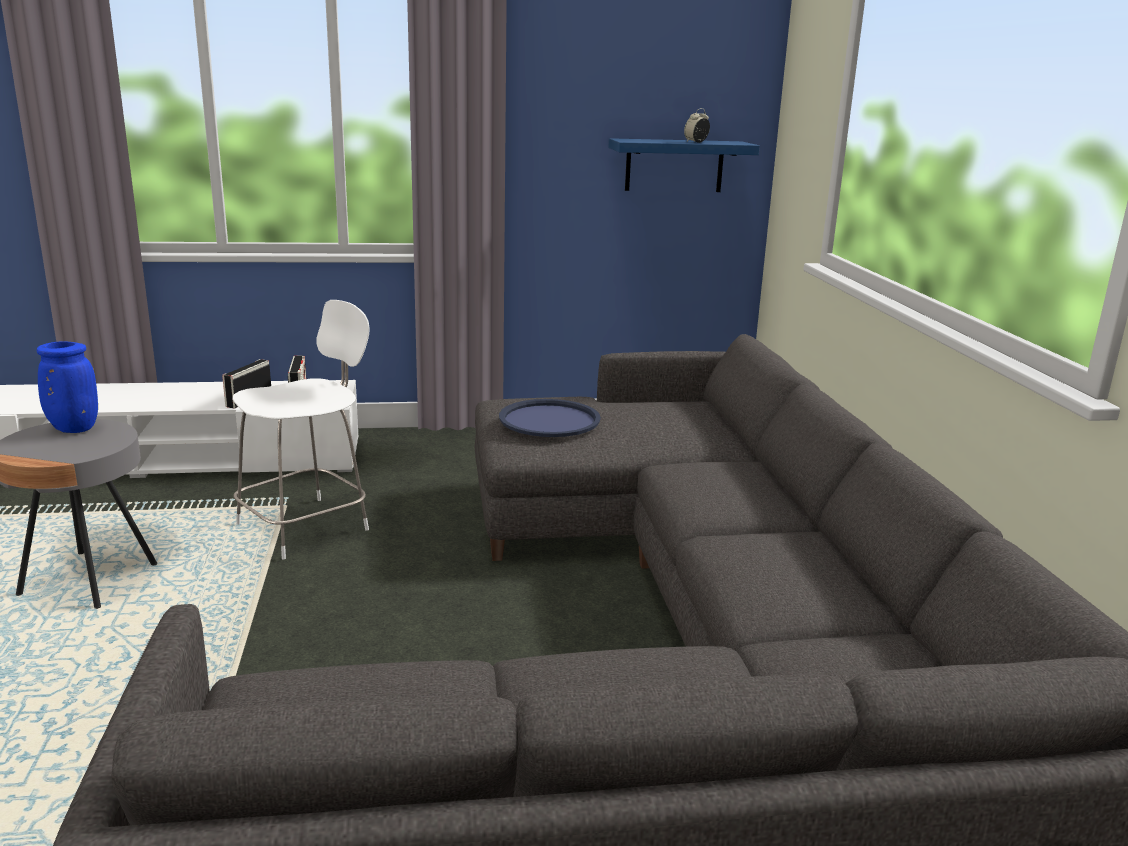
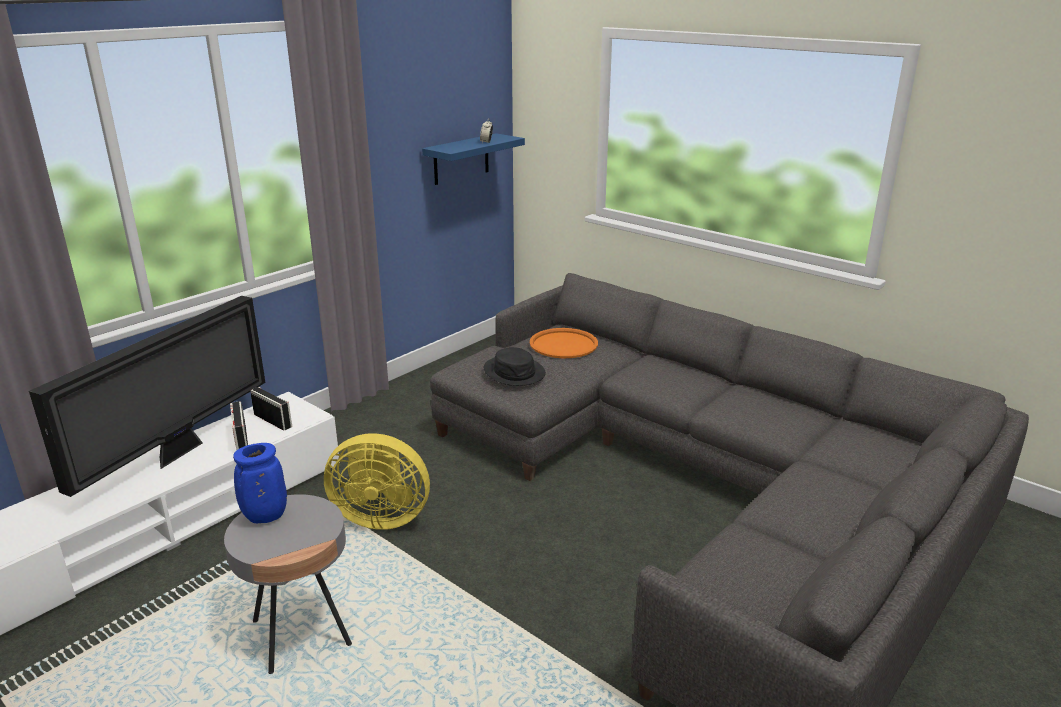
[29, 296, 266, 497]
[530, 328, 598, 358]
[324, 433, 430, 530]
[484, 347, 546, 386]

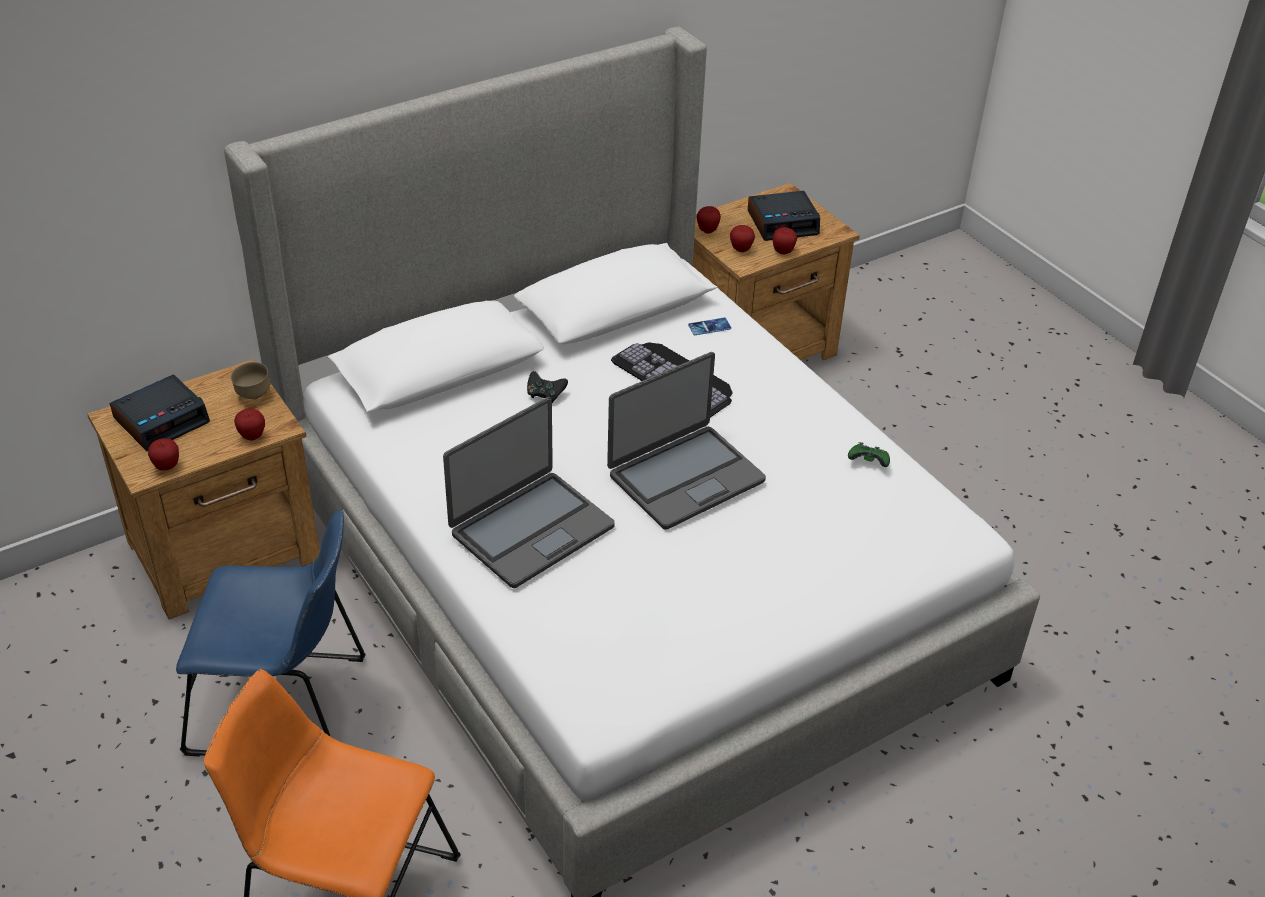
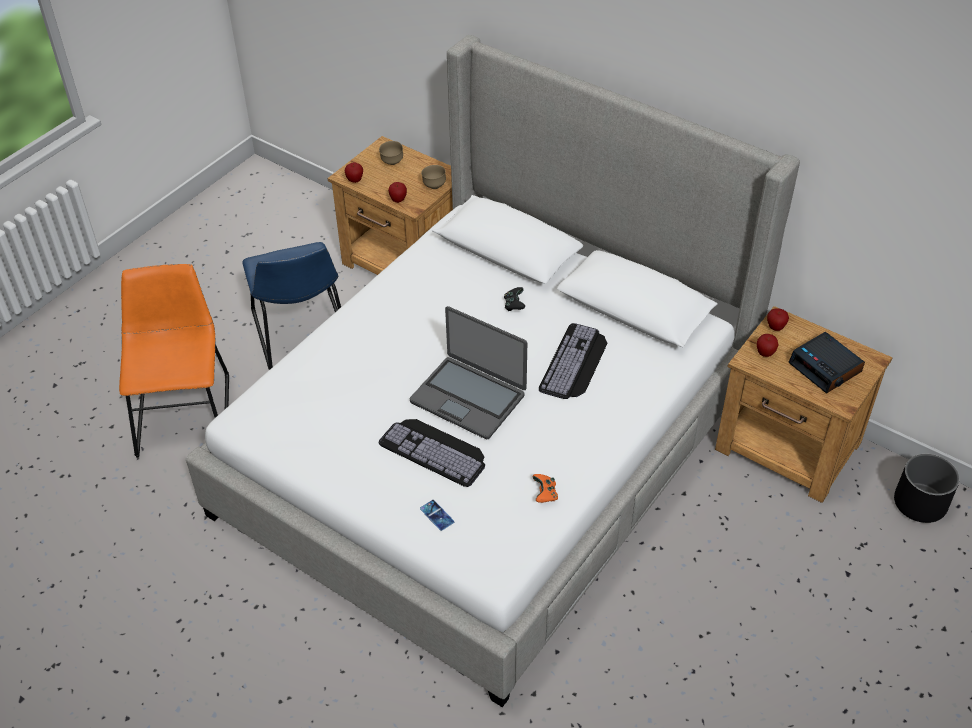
[443, 397, 615, 588] (first image)
[772, 227, 797, 254] (first image)
[378, 419, 485, 487]
[894, 454, 960, 523]
[420, 500, 454, 531]
[379, 141, 403, 165]
[532, 474, 558, 503]

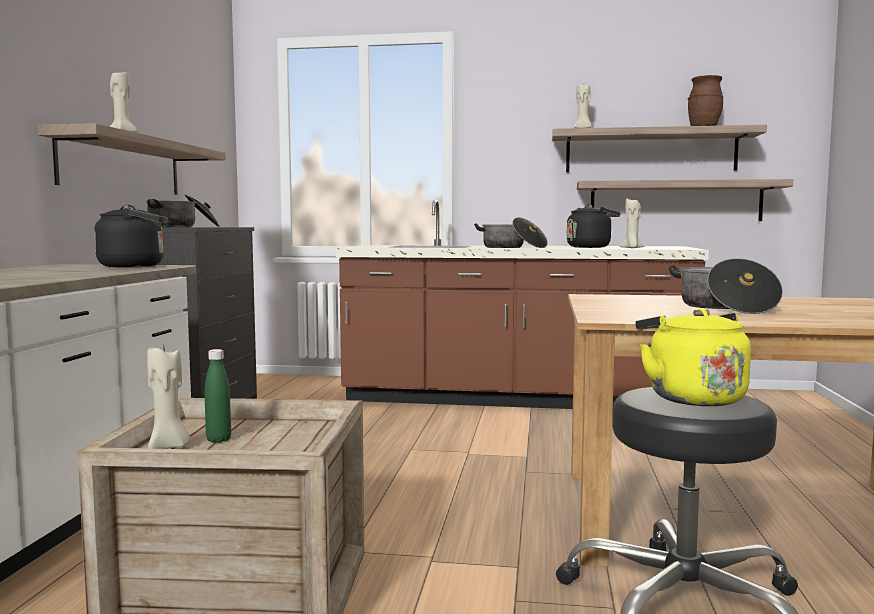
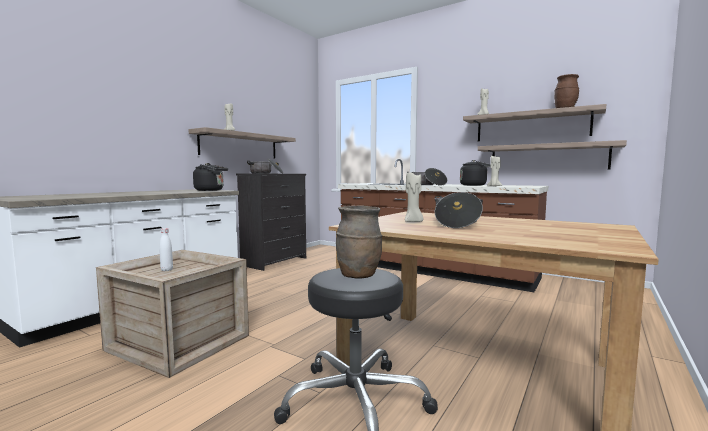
[405, 173, 424, 222]
[336, 205, 382, 278]
[159, 228, 173, 271]

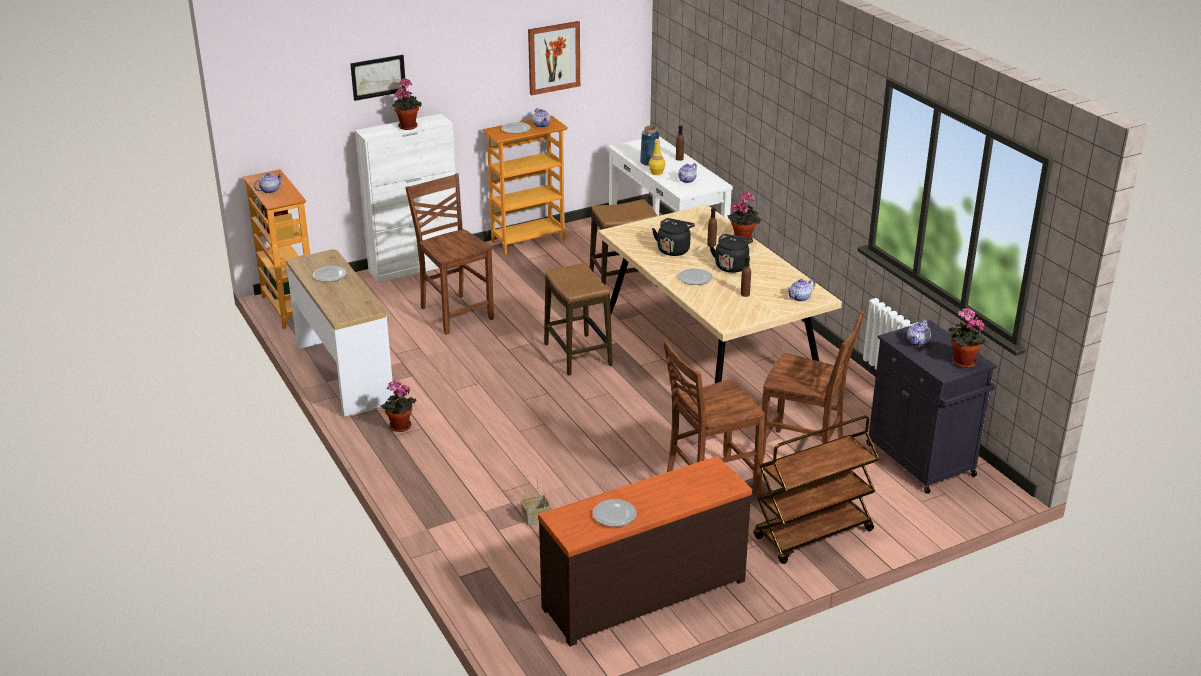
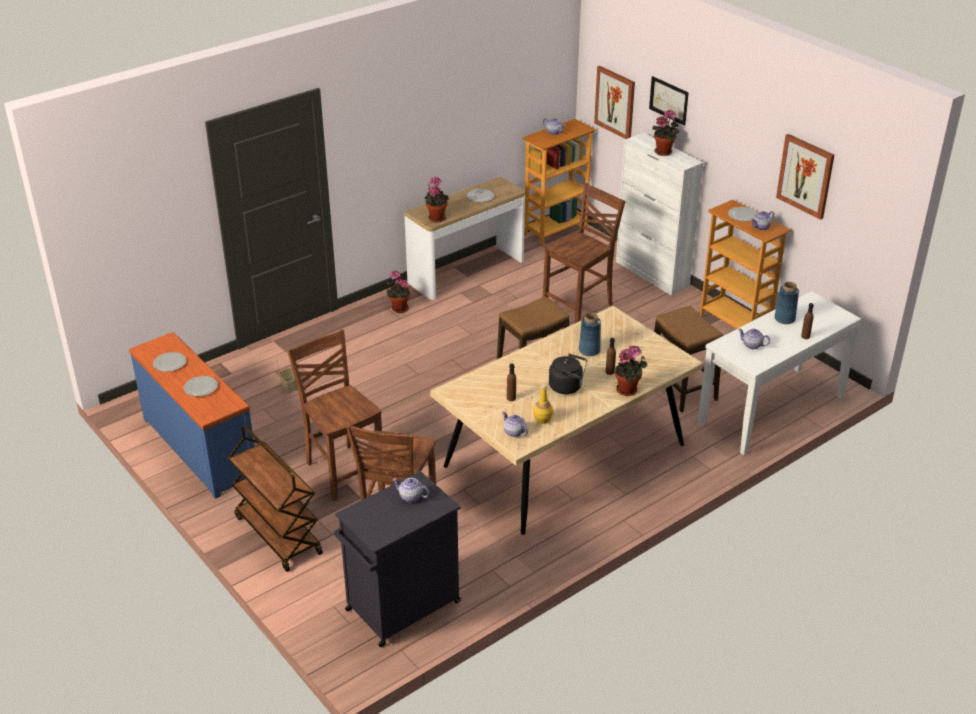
[594, 66, 635, 139]
[533, 384, 553, 424]
[184, 376, 218, 397]
[424, 177, 449, 222]
[579, 313, 601, 356]
[129, 332, 254, 499]

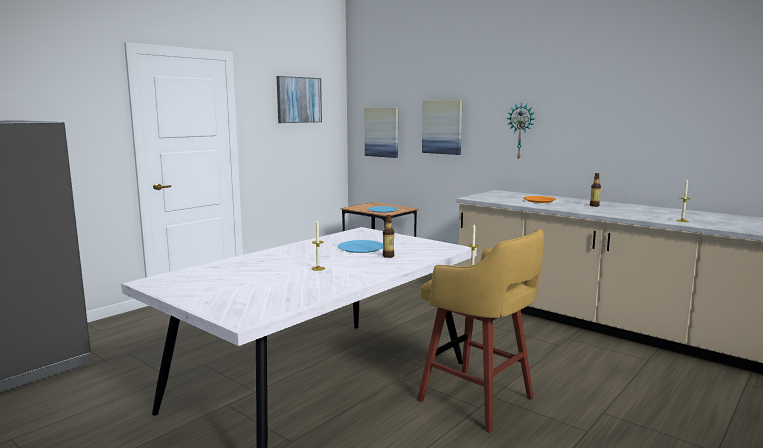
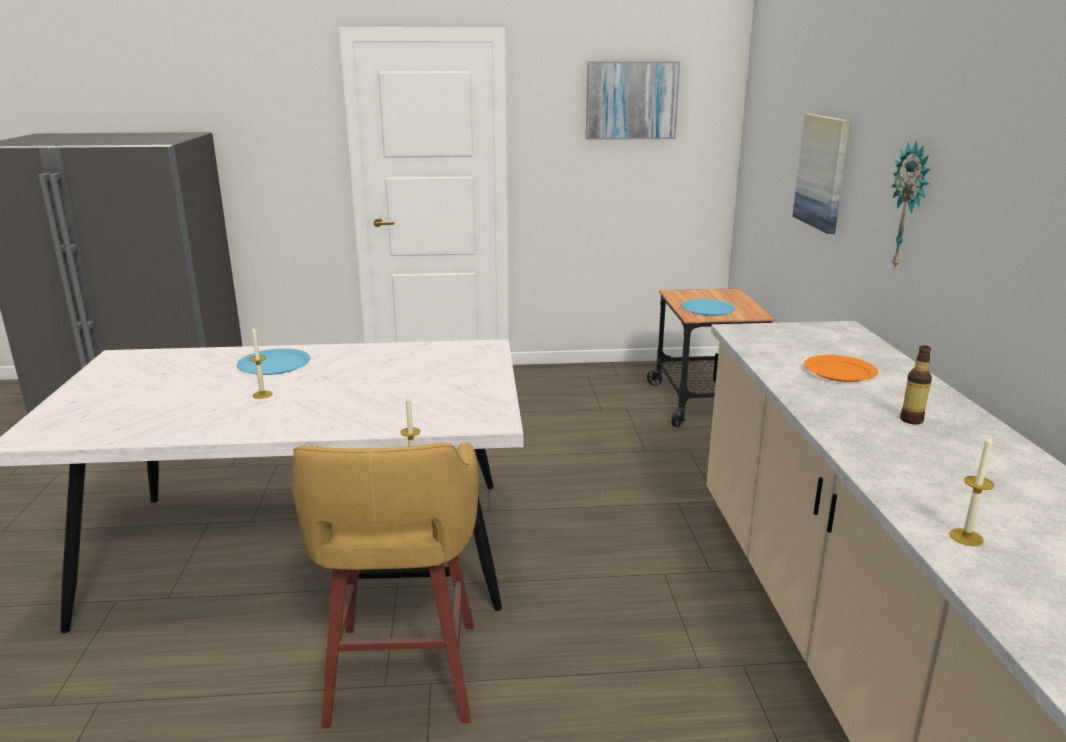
[365, 108, 398, 158] (first image)
[383, 215, 394, 258] (first image)
[237, 348, 310, 375]

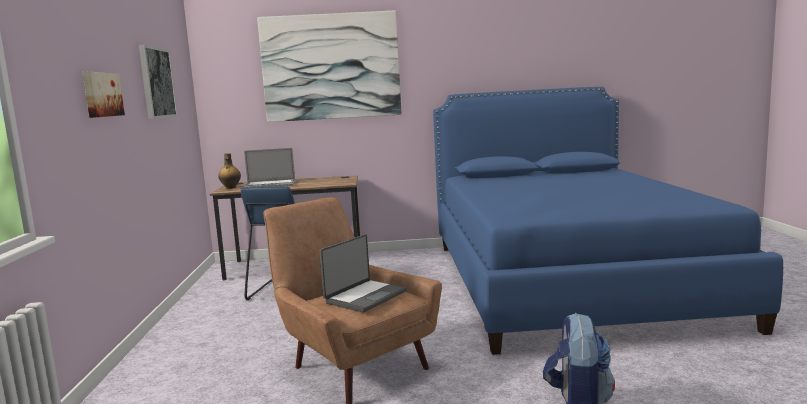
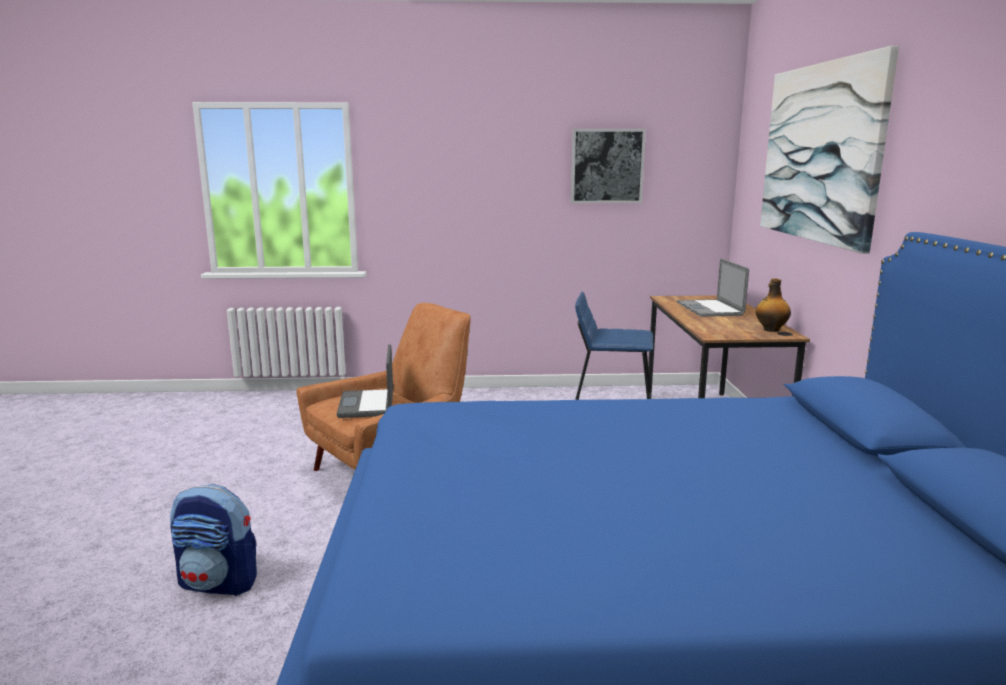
[83, 72, 125, 118] (first image)
[756, 278, 791, 332]
[336, 344, 393, 418]

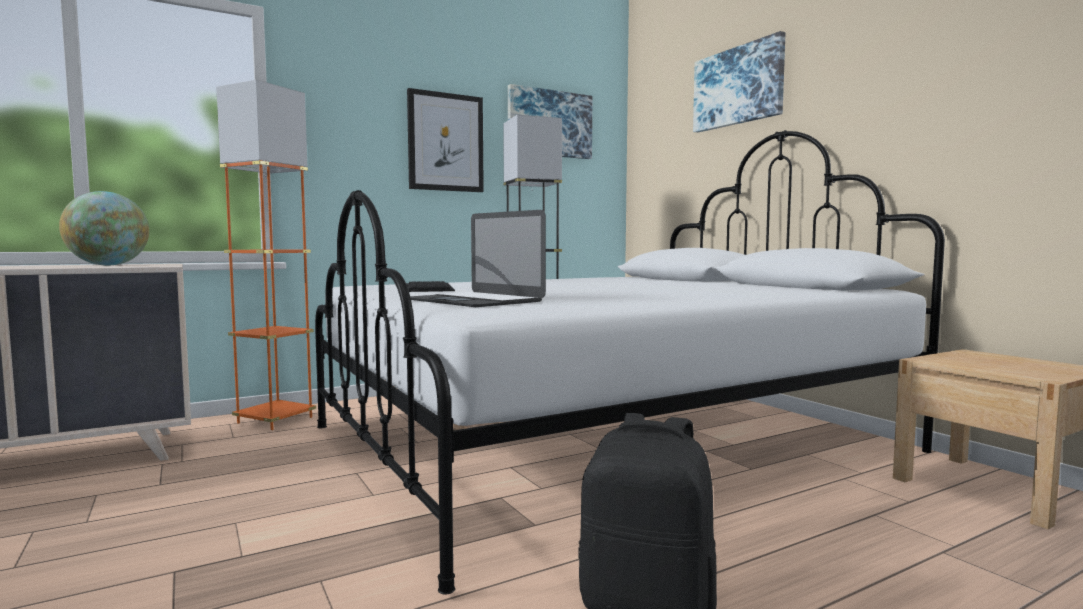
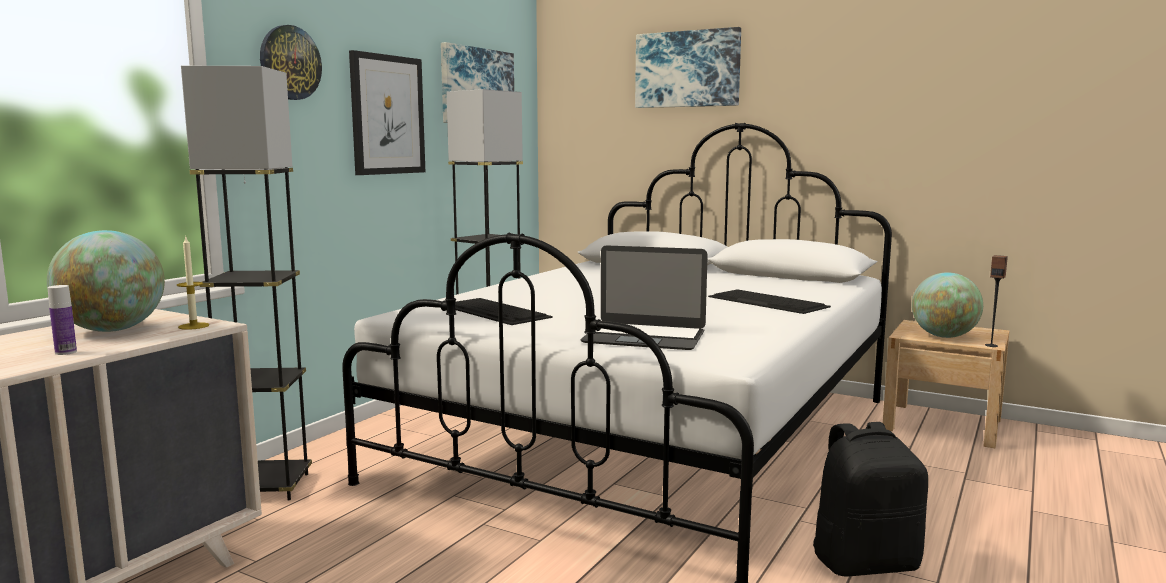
[47, 285, 77, 355]
[177, 237, 209, 330]
[260, 25, 322, 100]
[708, 289, 831, 314]
[912, 272, 983, 338]
[985, 255, 1008, 347]
[181, 66, 312, 501]

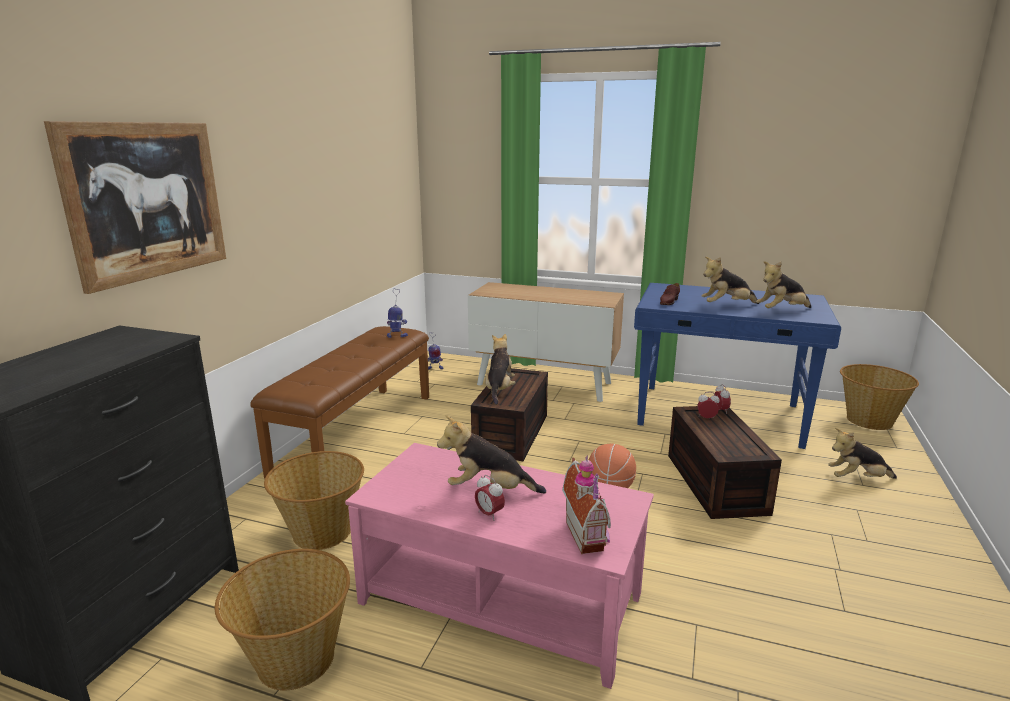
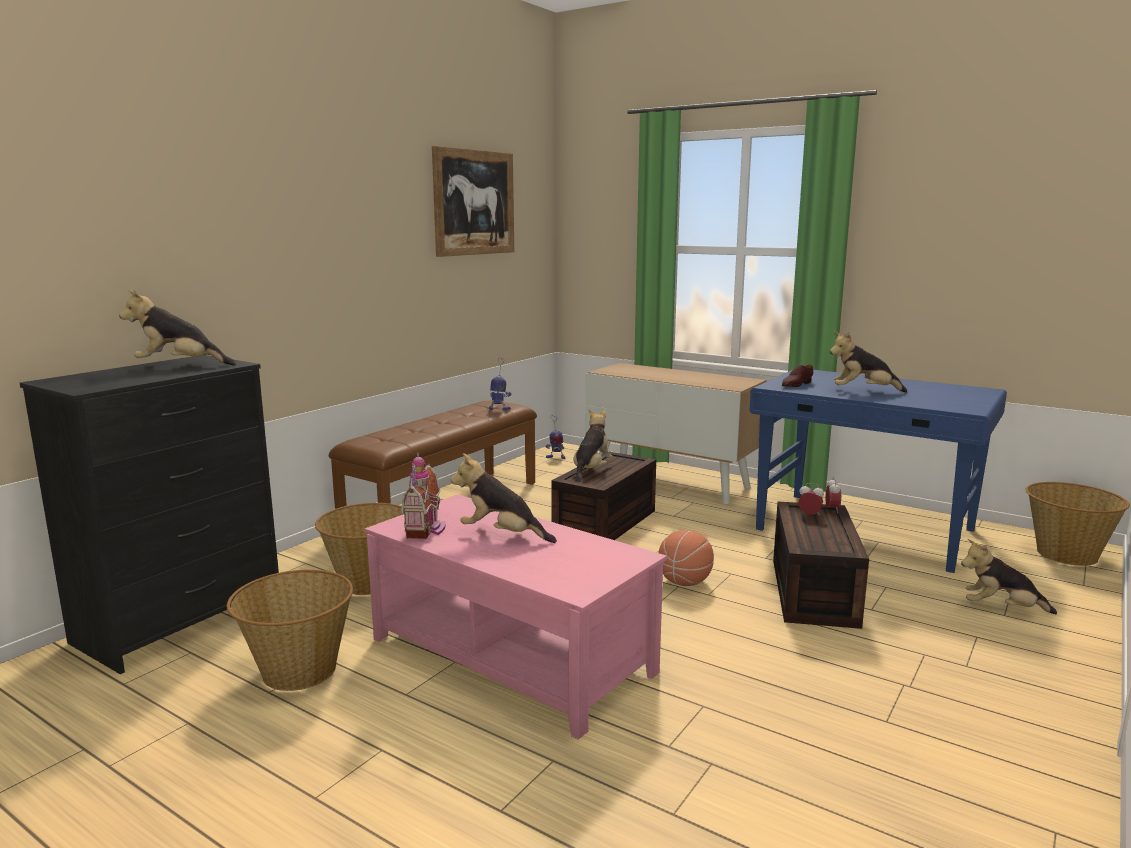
[475, 475, 505, 521] (first image)
[432, 146, 514, 257]
[401, 452, 446, 539]
[119, 290, 236, 365]

